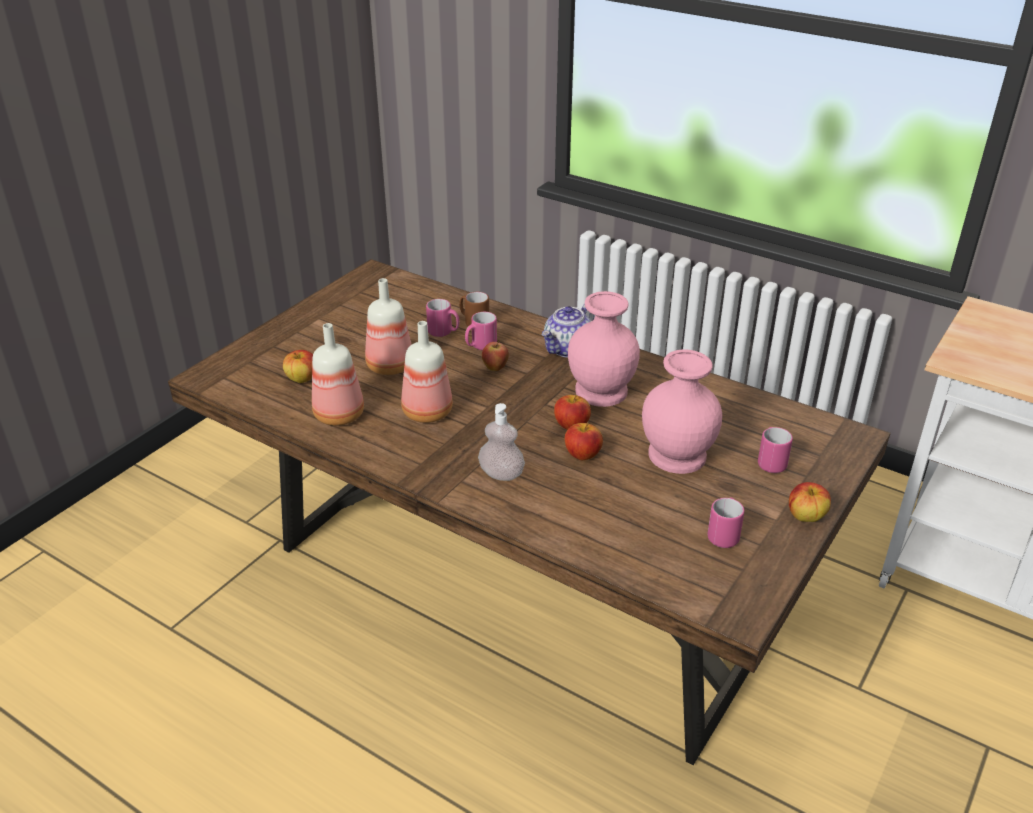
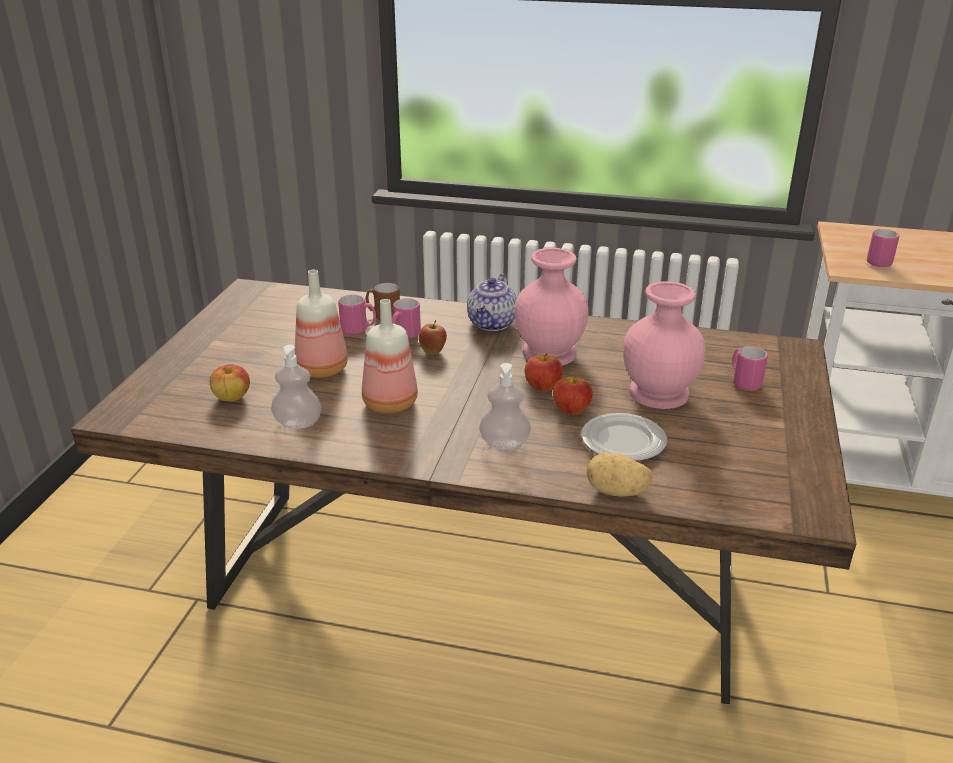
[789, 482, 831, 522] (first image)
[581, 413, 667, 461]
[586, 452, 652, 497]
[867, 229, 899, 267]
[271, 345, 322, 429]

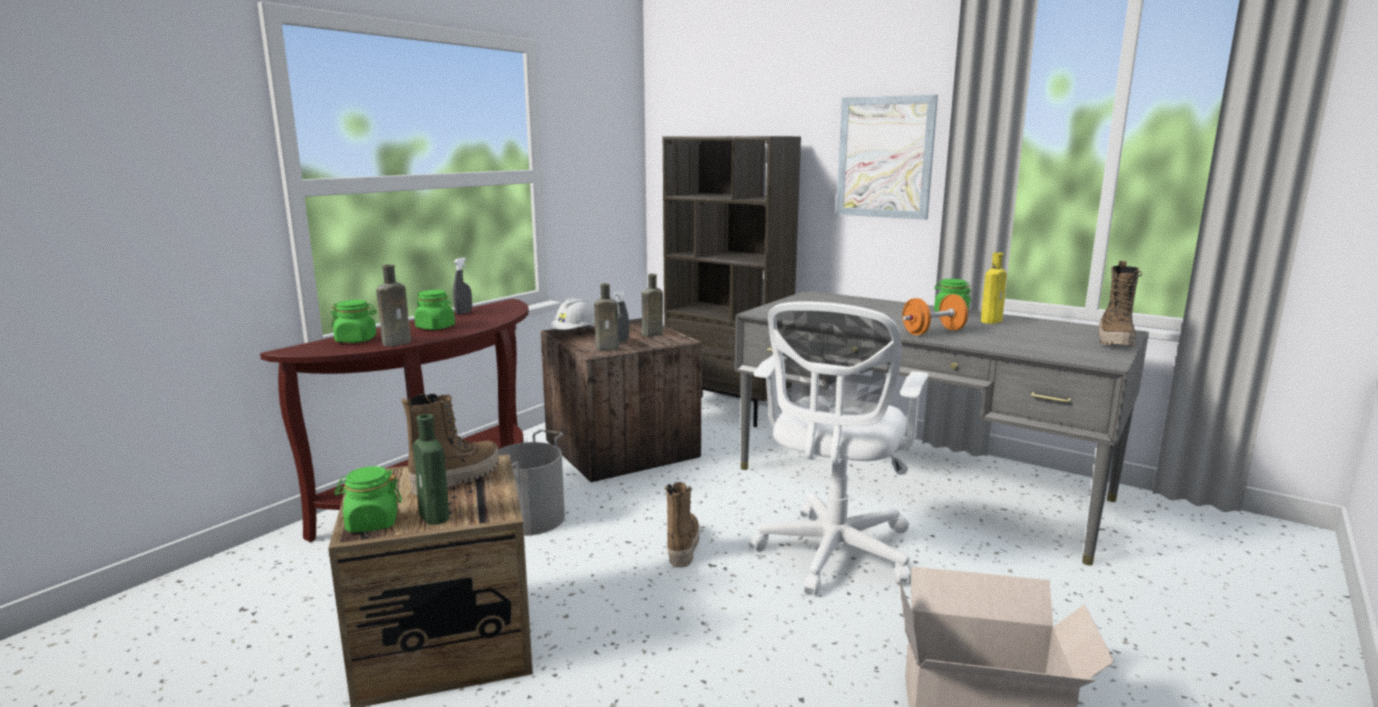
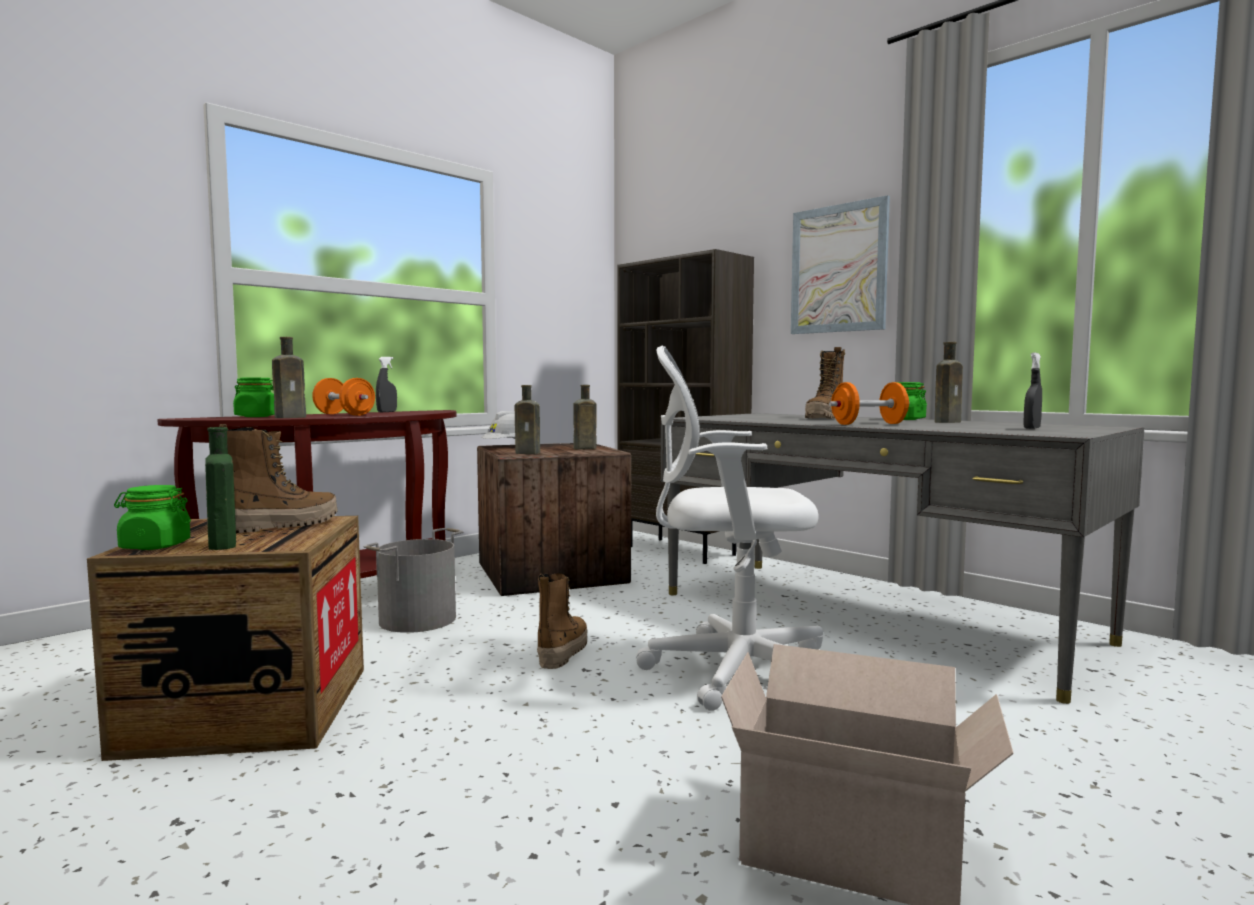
[1024, 353, 1042, 429]
[805, 347, 845, 419]
[312, 378, 375, 416]
[935, 342, 963, 423]
[636, 345, 823, 711]

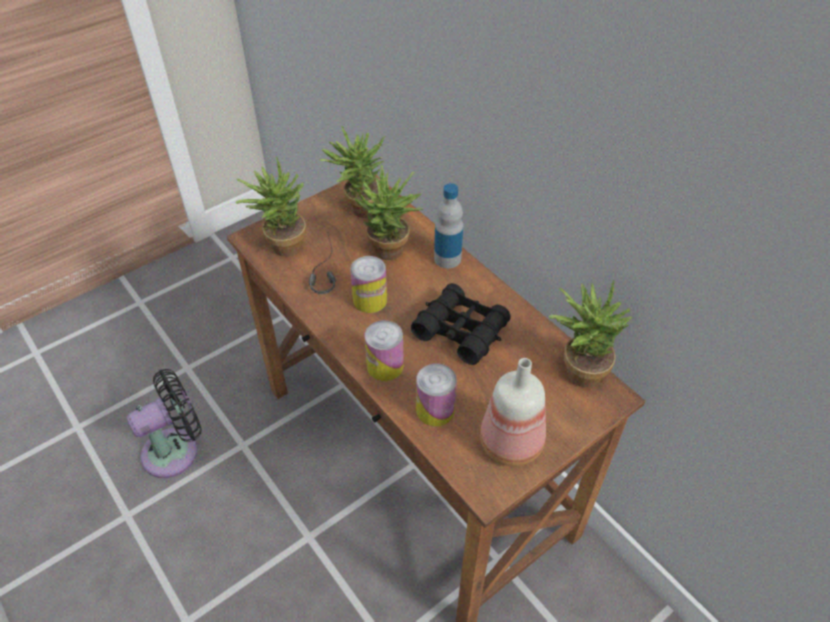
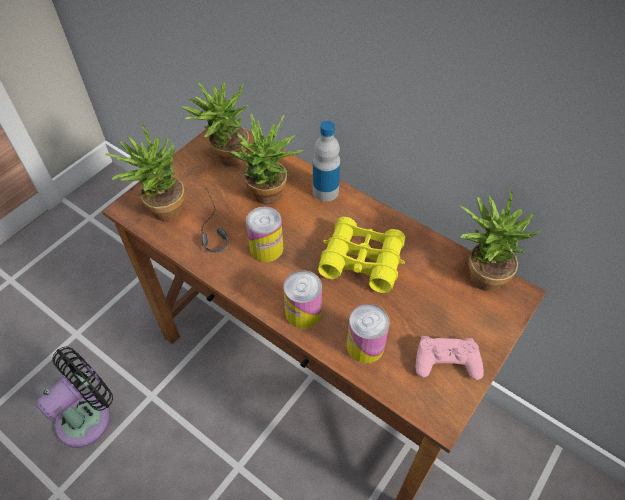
[416, 336, 484, 380]
[318, 217, 406, 293]

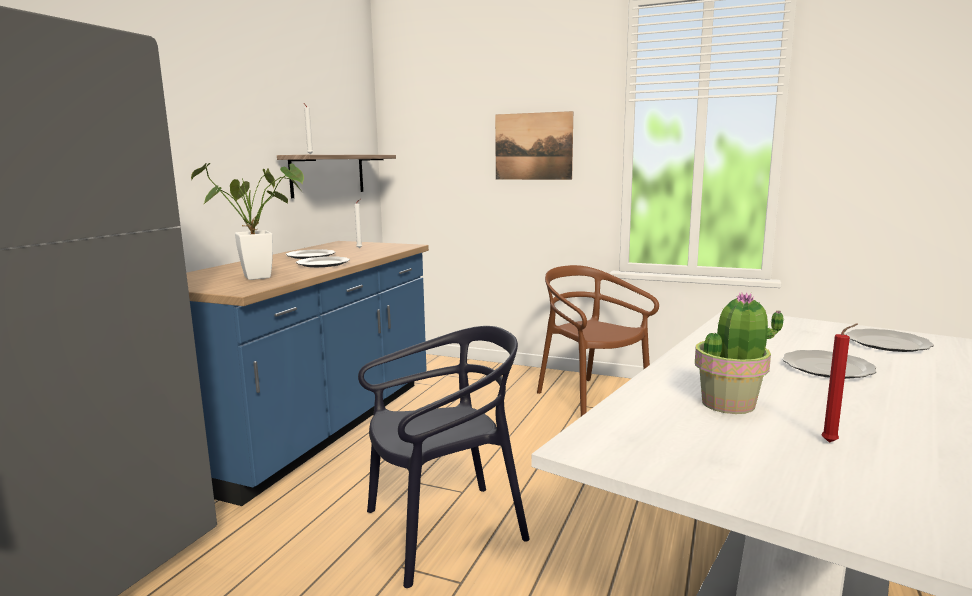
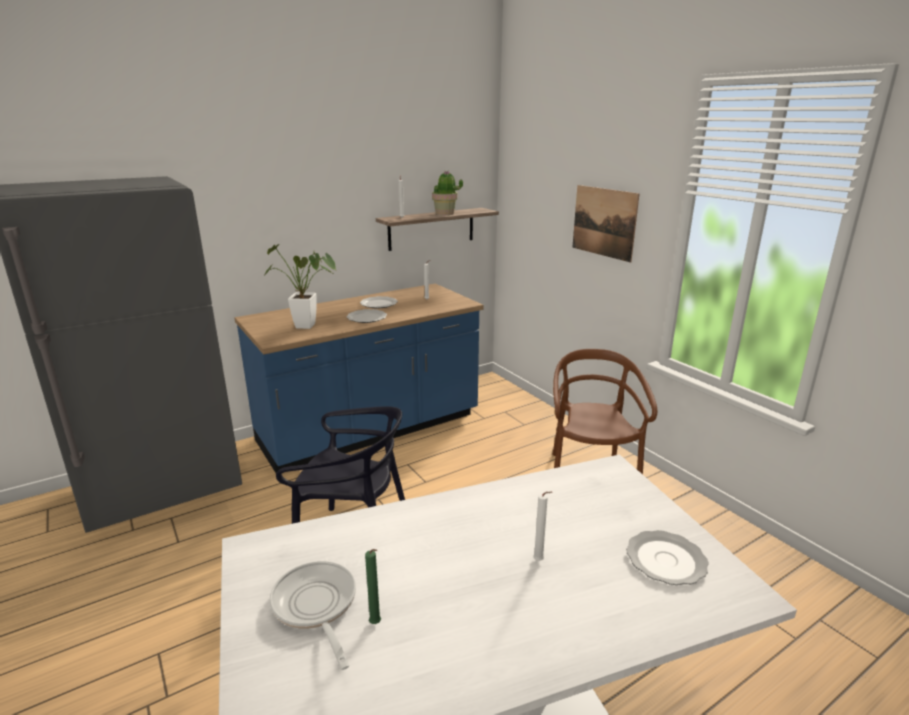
[269, 561, 356, 670]
[432, 171, 463, 215]
[533, 492, 552, 561]
[365, 549, 381, 624]

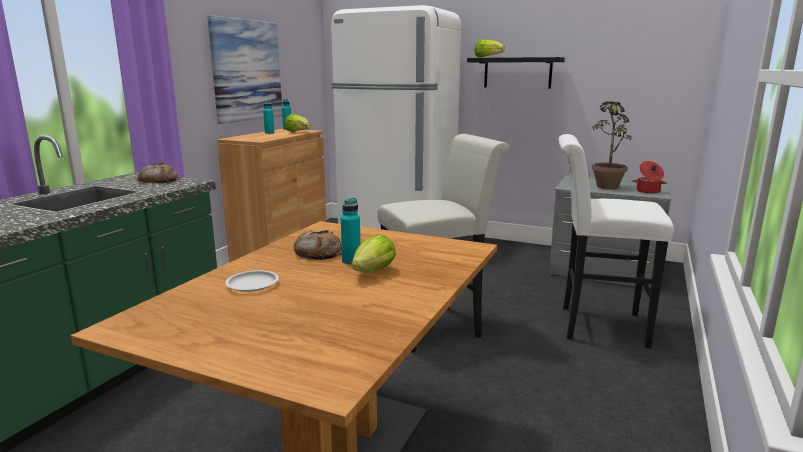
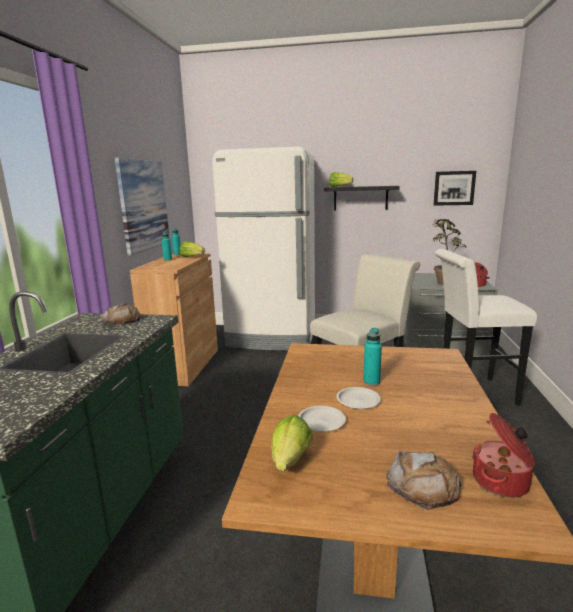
[336, 387, 381, 409]
[434, 171, 476, 206]
[472, 413, 535, 498]
[386, 451, 462, 510]
[271, 415, 313, 471]

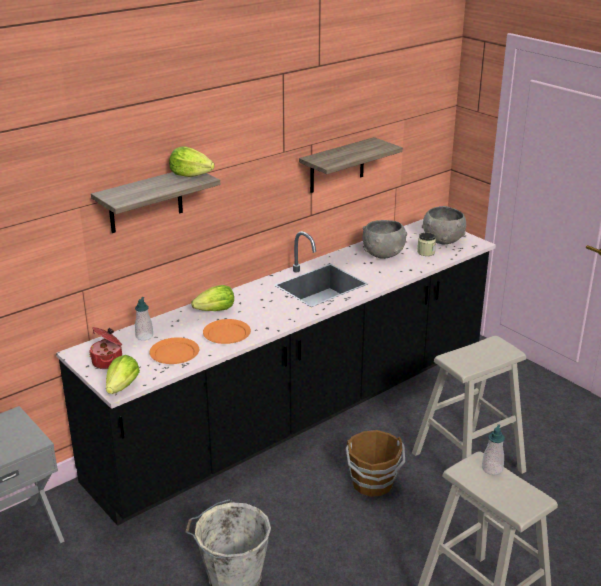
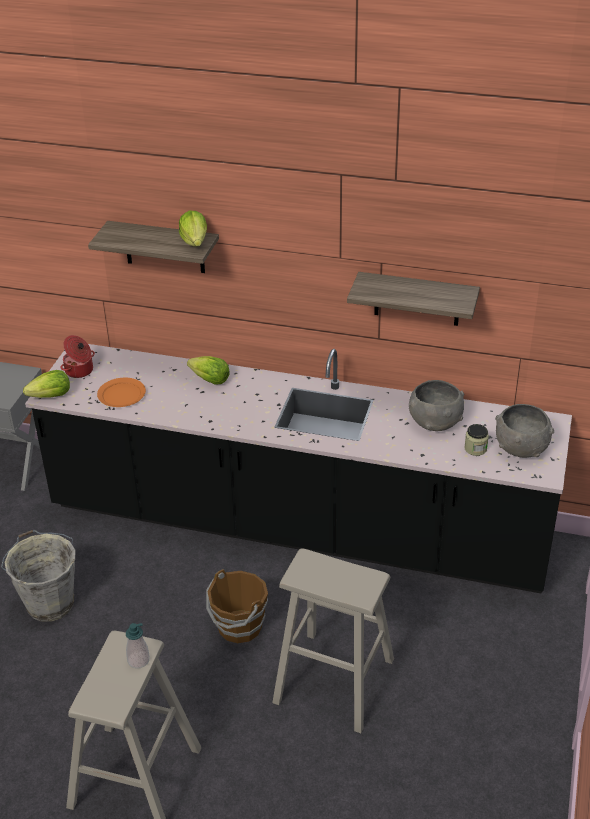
[135, 297, 153, 340] (first image)
[203, 319, 251, 344] (first image)

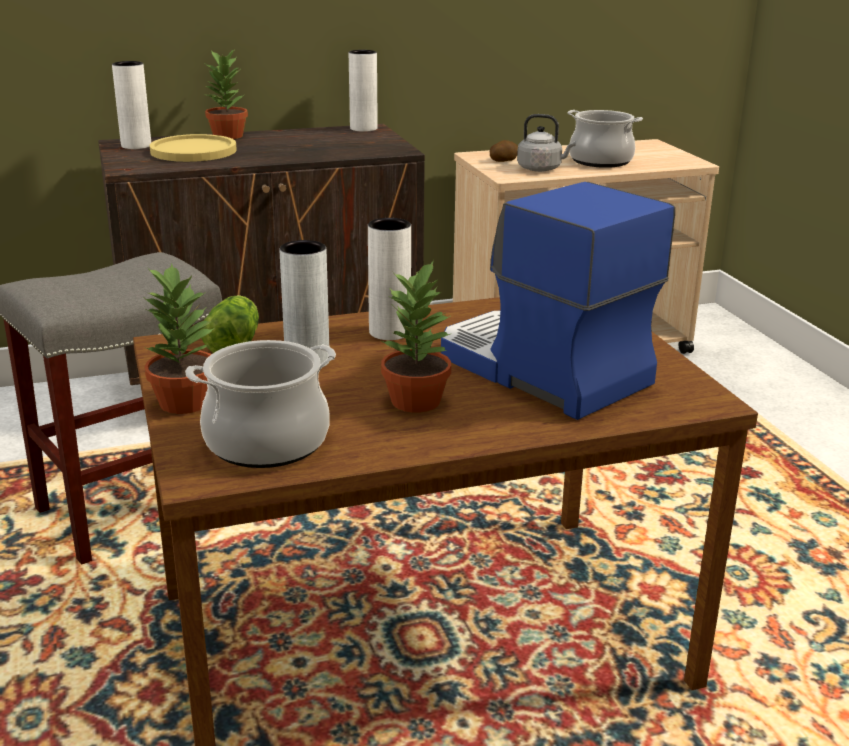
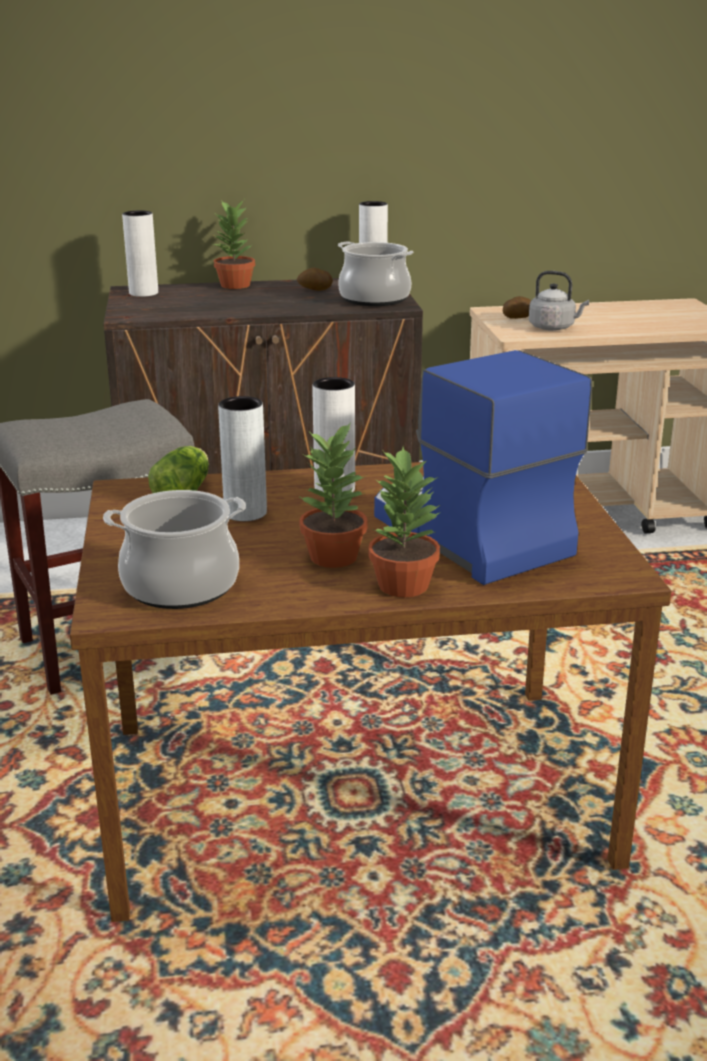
[150, 134, 237, 162] (first image)
[297, 268, 333, 291]
[368, 447, 441, 597]
[338, 241, 413, 306]

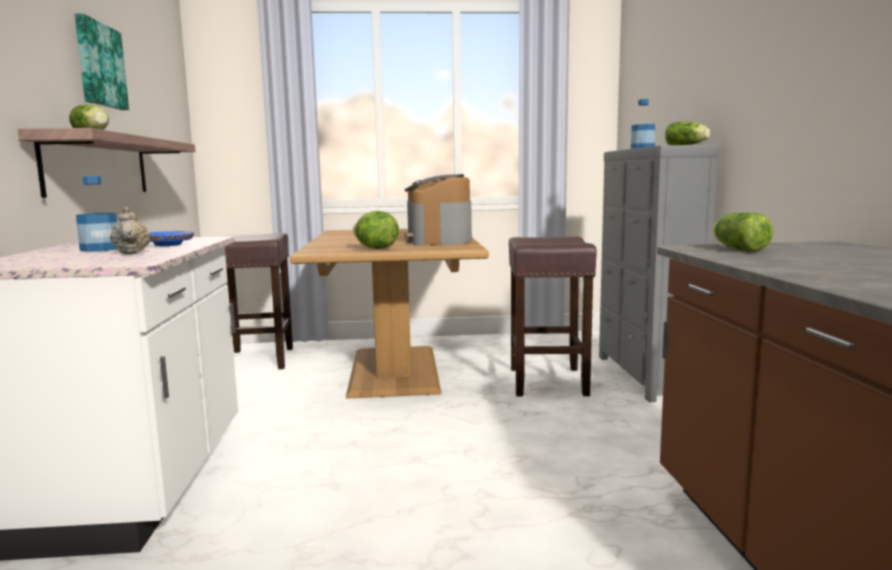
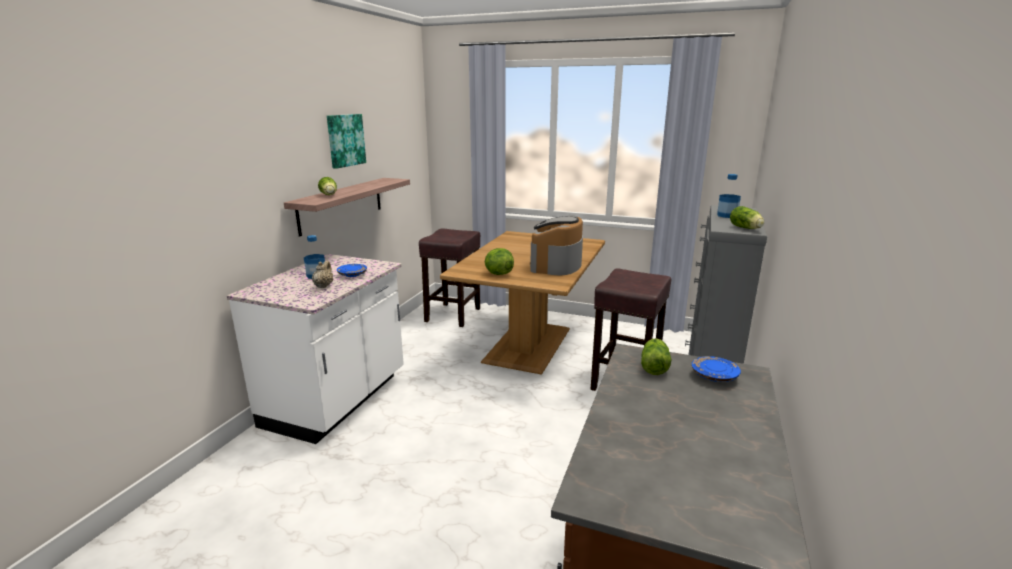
[692, 356, 741, 382]

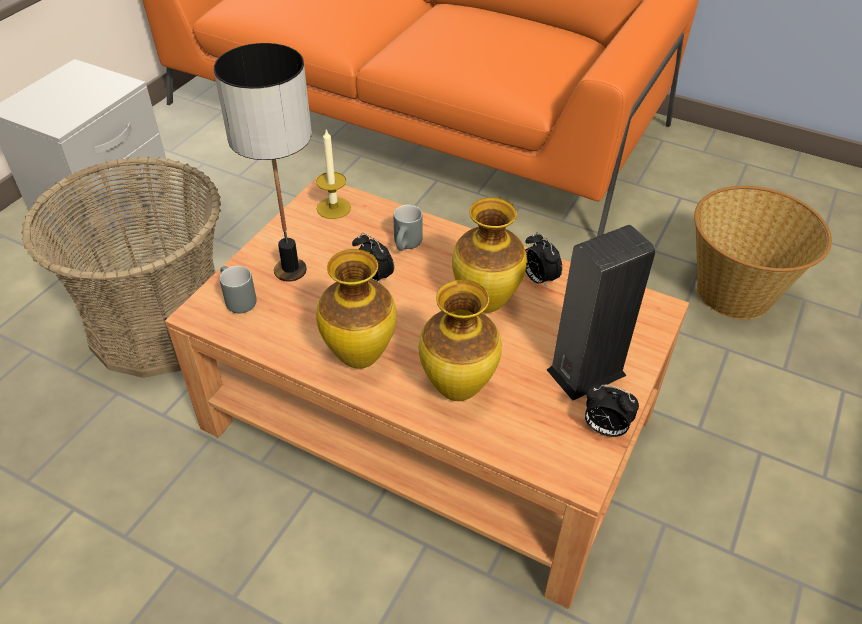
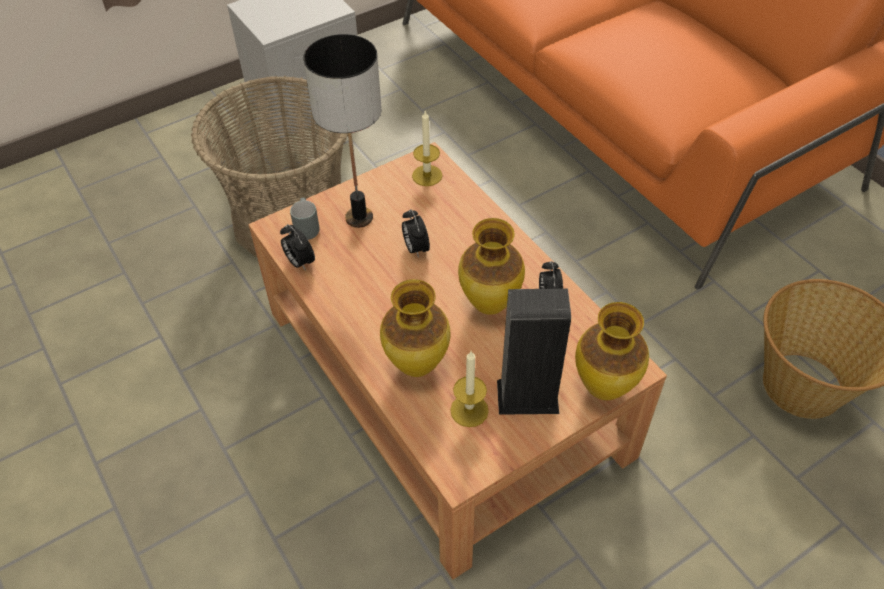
[393, 205, 423, 251] (first image)
[450, 351, 489, 427]
[575, 302, 649, 400]
[280, 224, 315, 271]

